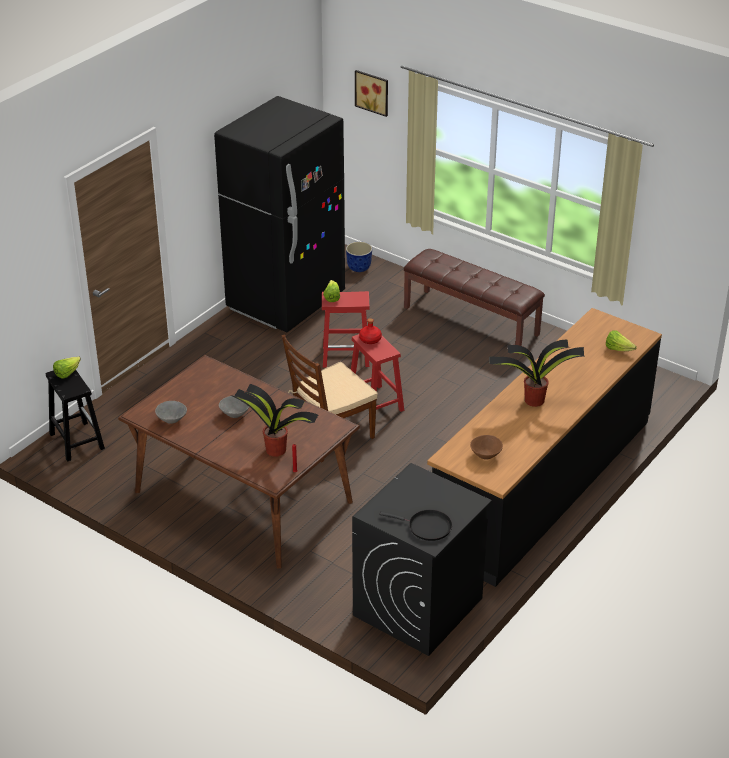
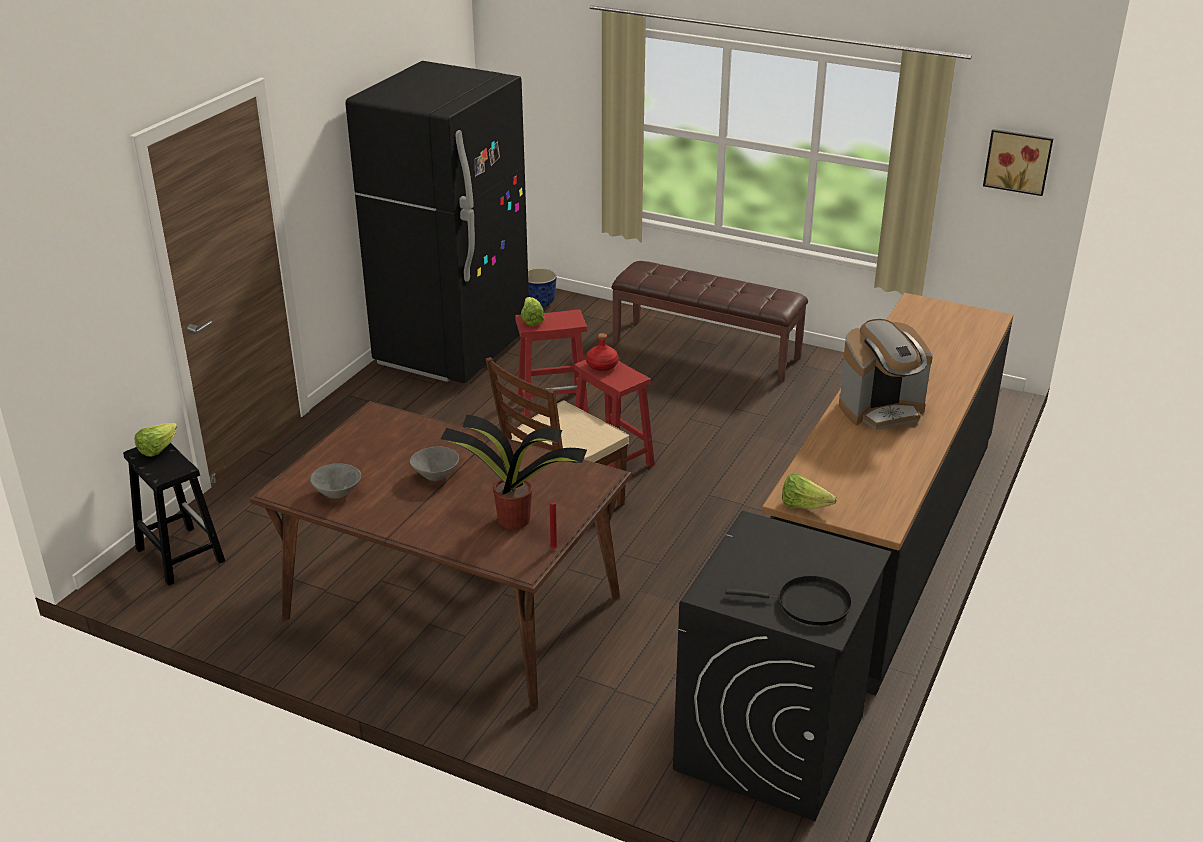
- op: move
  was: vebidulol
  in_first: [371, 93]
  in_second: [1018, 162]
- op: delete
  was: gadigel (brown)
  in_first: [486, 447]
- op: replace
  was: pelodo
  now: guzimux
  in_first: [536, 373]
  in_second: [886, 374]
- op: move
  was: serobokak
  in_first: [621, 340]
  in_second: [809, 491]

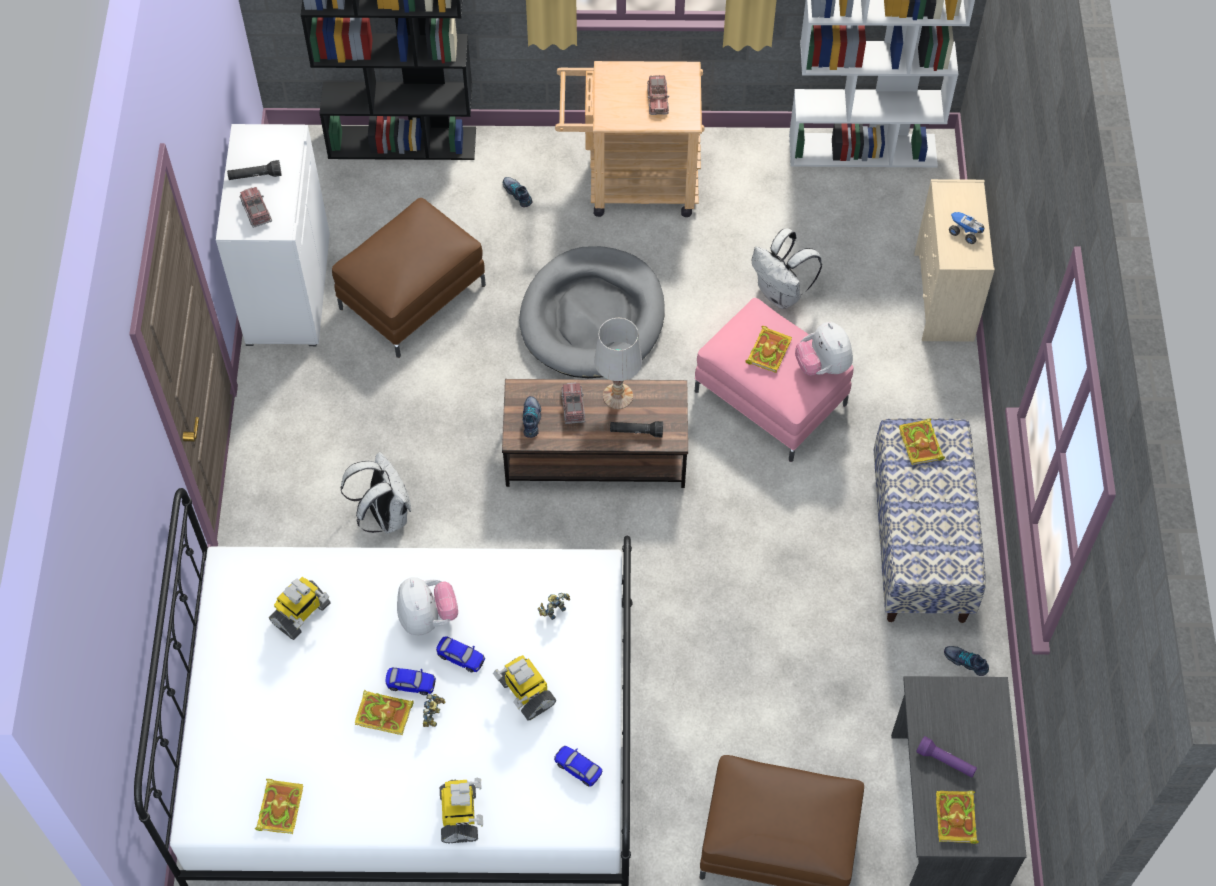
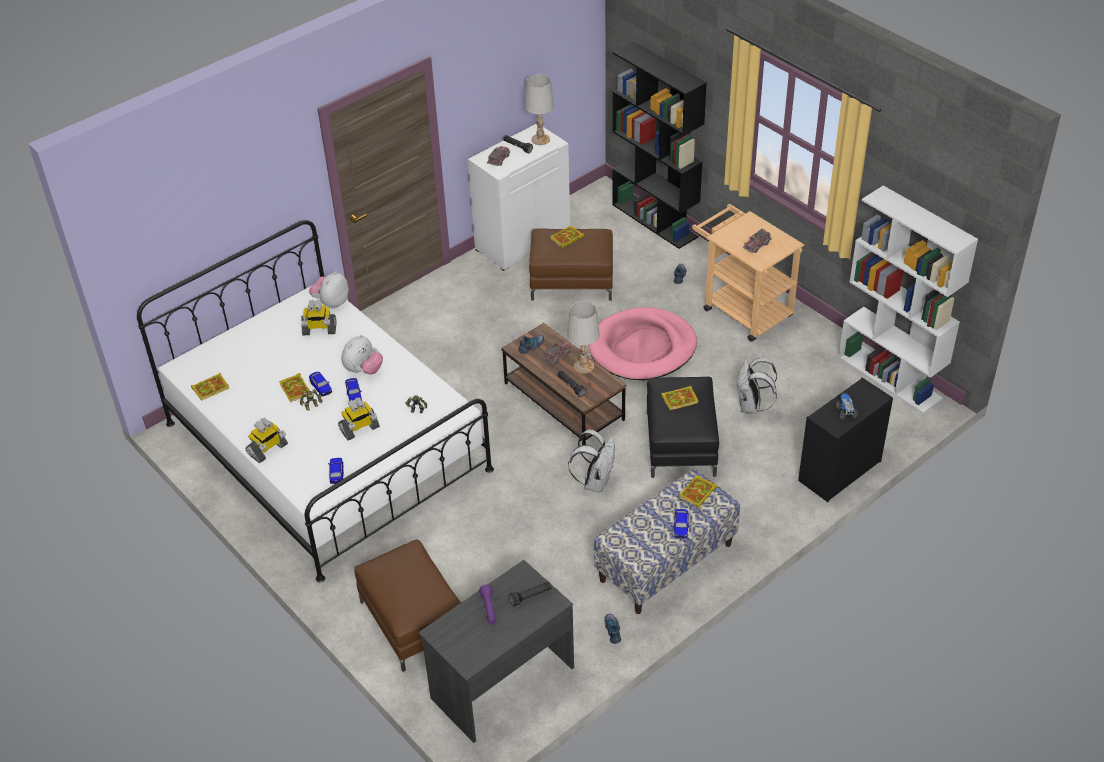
- op: move
  was: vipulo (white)
  in_first: [375, 493]
  in_second: [591, 460]
- op: rotate
  was: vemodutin
  in_first: [524, 687]
  in_second: [359, 419]
  clockwise: -135
- op: recolor
  was: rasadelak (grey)
  now: rasadelak (pink)
  in_first: [592, 312]
  in_second: [642, 343]
- op: recolor
  was: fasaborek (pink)
  now: fasaborek (black)
  in_first: [774, 380]
  in_second: [683, 427]
- op: move
  was: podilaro
  in_first: [824, 349]
  in_second: [329, 290]
- op: recolor
  was: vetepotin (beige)
  now: vetepotin (black)
  in_first: [954, 260]
  in_second: [845, 439]
- op: move
  was: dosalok
  in_first: [957, 817]
  in_second: [567, 236]
- op: insert
  now: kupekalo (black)
  in_second: [530, 594]
- op: insert
  now: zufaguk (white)
  in_second: [539, 109]
- op: insert
  now: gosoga
  in_second: [681, 524]

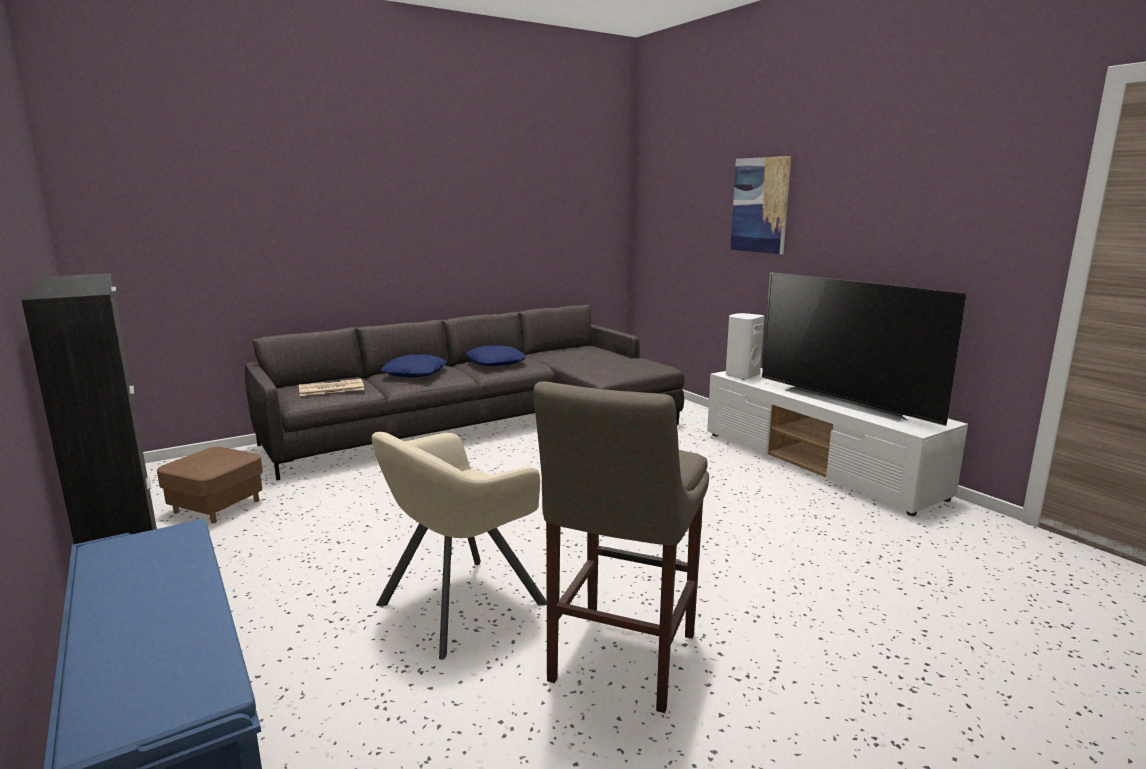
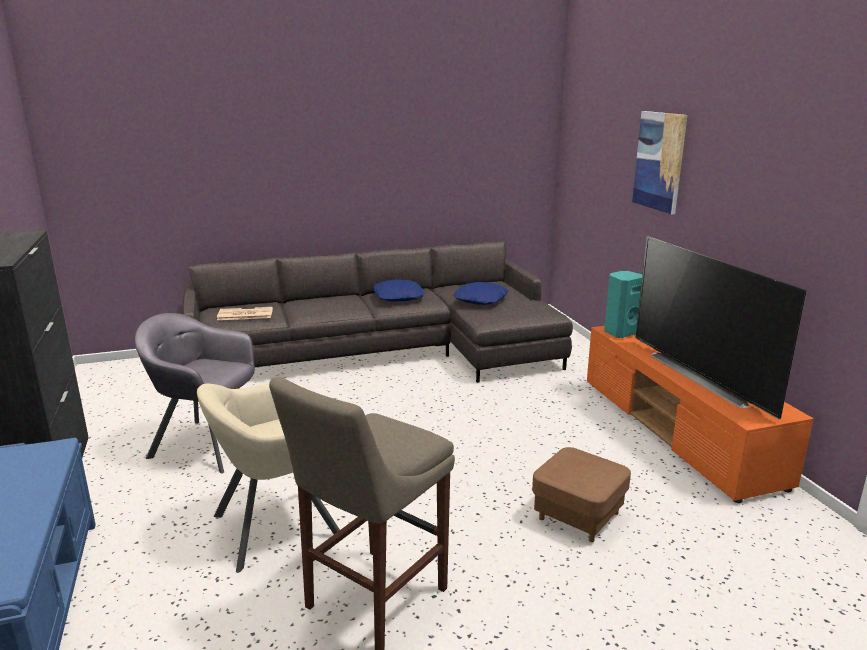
- op: move
  was: fasaborek (brown)
  in_first: [210, 485]
  in_second: [581, 494]
- op: move
  was: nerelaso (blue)
  in_first: [414, 365]
  in_second: [480, 293]
- op: recolor
  was: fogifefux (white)
  now: fogifefux (orange)
  in_first: [837, 442]
  in_second: [700, 414]
- op: recolor
  was: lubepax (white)
  now: lubepax (turquoise)
  in_first: [745, 346]
  in_second: [623, 304]
- op: insert
  now: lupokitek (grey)
  in_second: [195, 393]

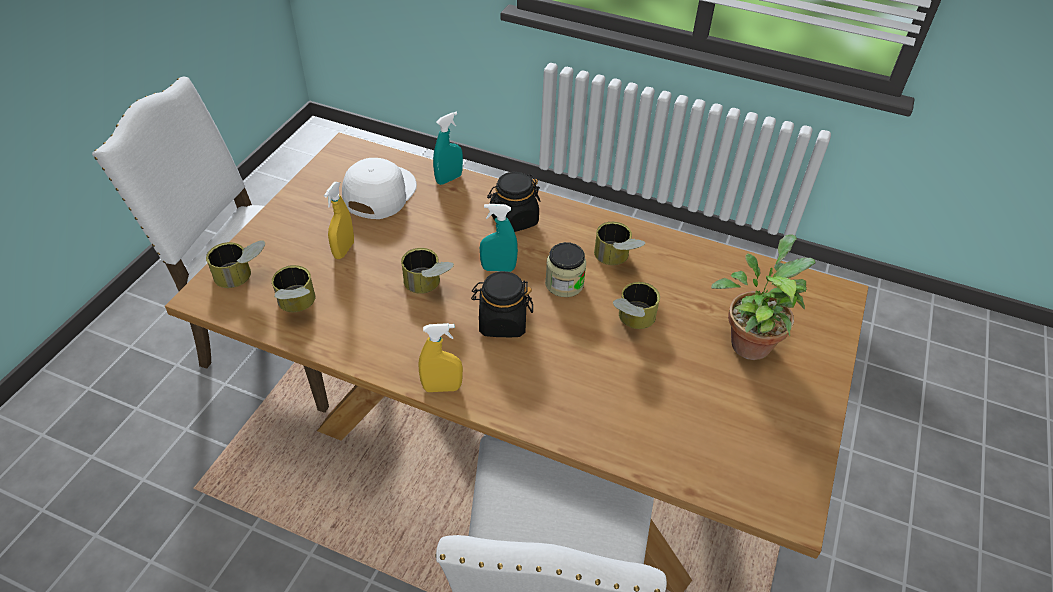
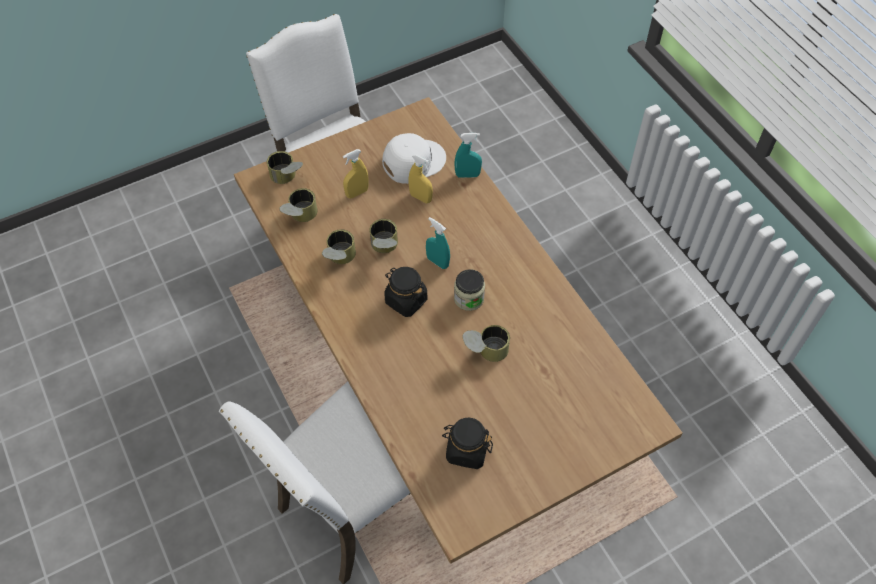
- op: move
  was: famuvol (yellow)
  in_first: [440, 357]
  in_second: [420, 178]
- op: move
  was: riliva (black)
  in_first: [513, 202]
  in_second: [467, 443]
- op: move
  was: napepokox
  in_first: [620, 243]
  in_second: [339, 246]
- op: delete
  was: pelodo
  in_first: [763, 297]

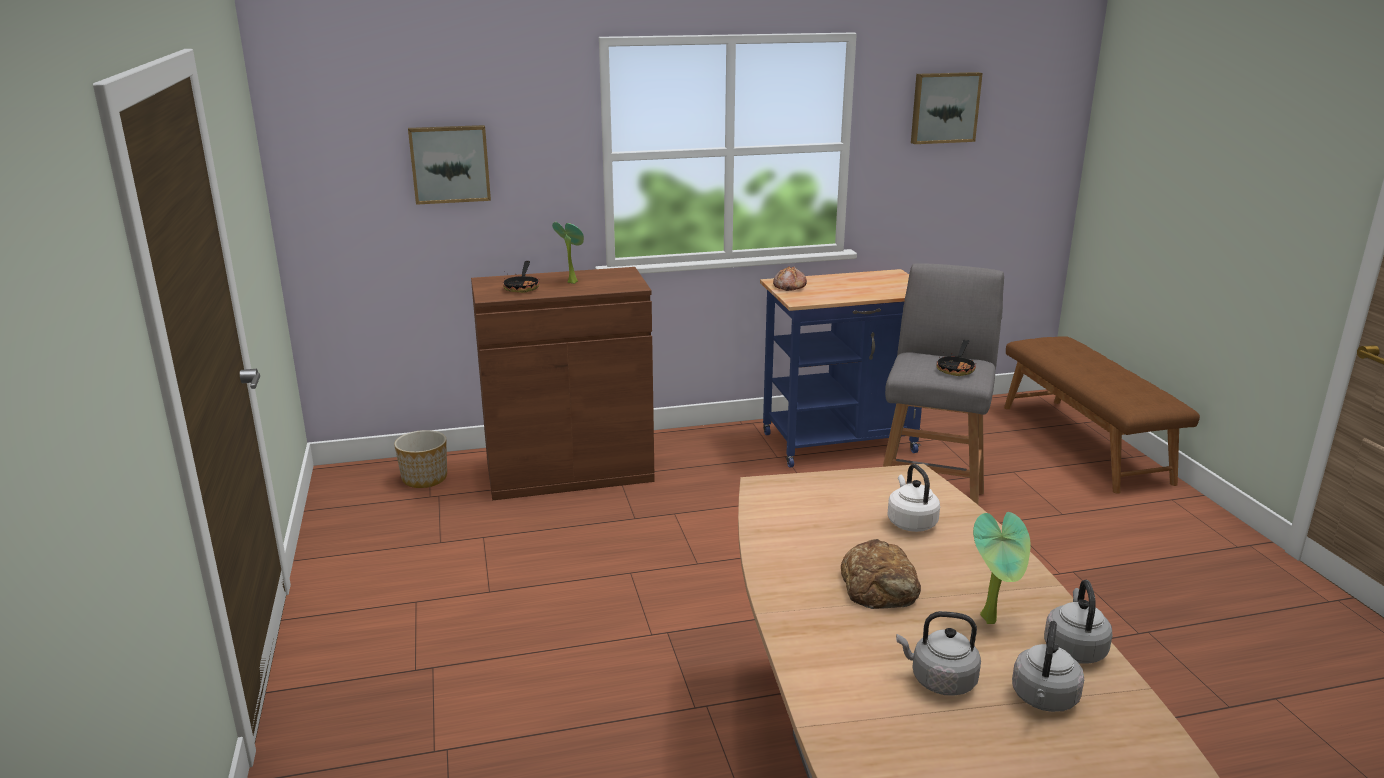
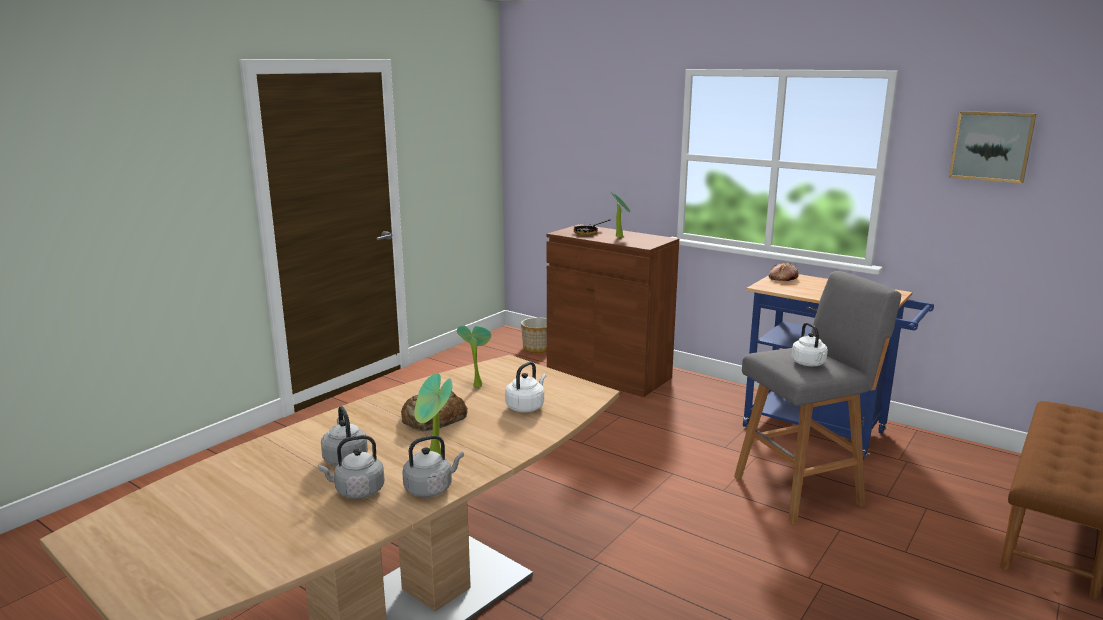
- op: delete
  was: vebidulol
  in_first: [449, 165]
- op: replace
  was: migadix
  now: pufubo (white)
  in_first: [956, 358]
  in_second: [809, 344]
- op: insert
  now: pelodo
  in_second: [474, 356]

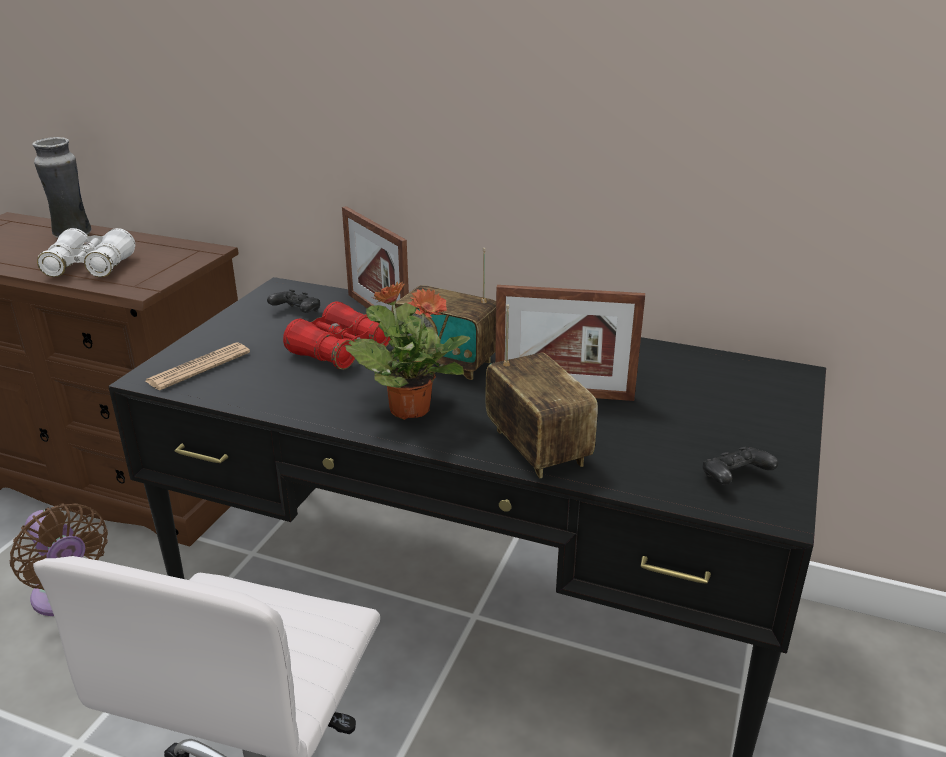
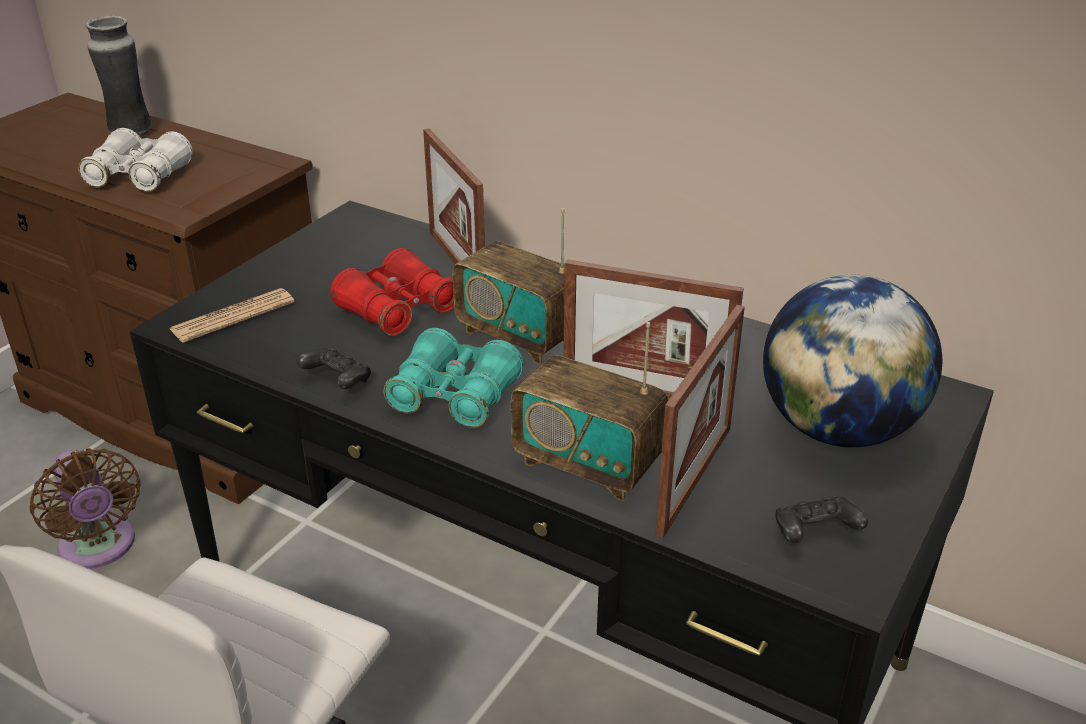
- op: move
  was: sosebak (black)
  in_first: [293, 301]
  in_second: [334, 368]
- op: replace
  was: pelodo
  now: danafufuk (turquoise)
  in_first: [407, 351]
  in_second: [453, 378]
- op: rotate
  was: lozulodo
  in_first: [542, 391]
  in_second: [590, 411]
  clockwise: 135
- op: insert
  now: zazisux
  in_second: [700, 421]
- op: insert
  now: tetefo
  in_second: [852, 361]

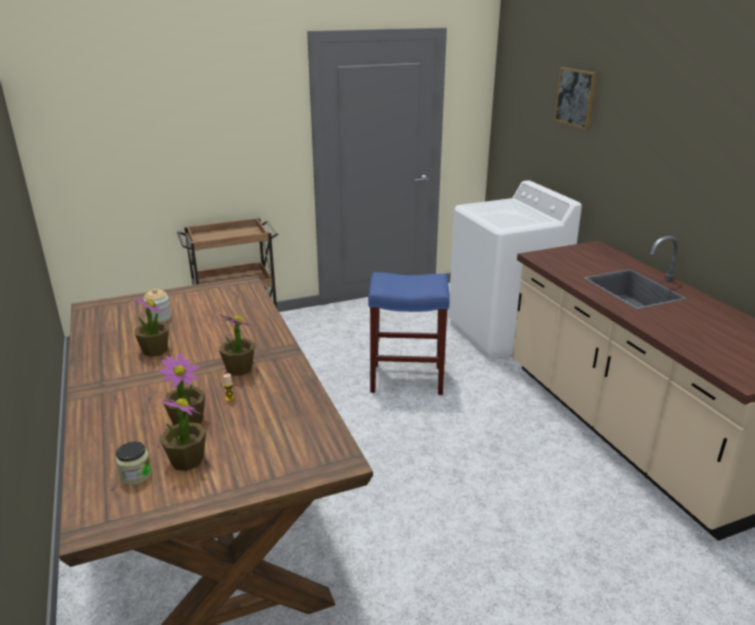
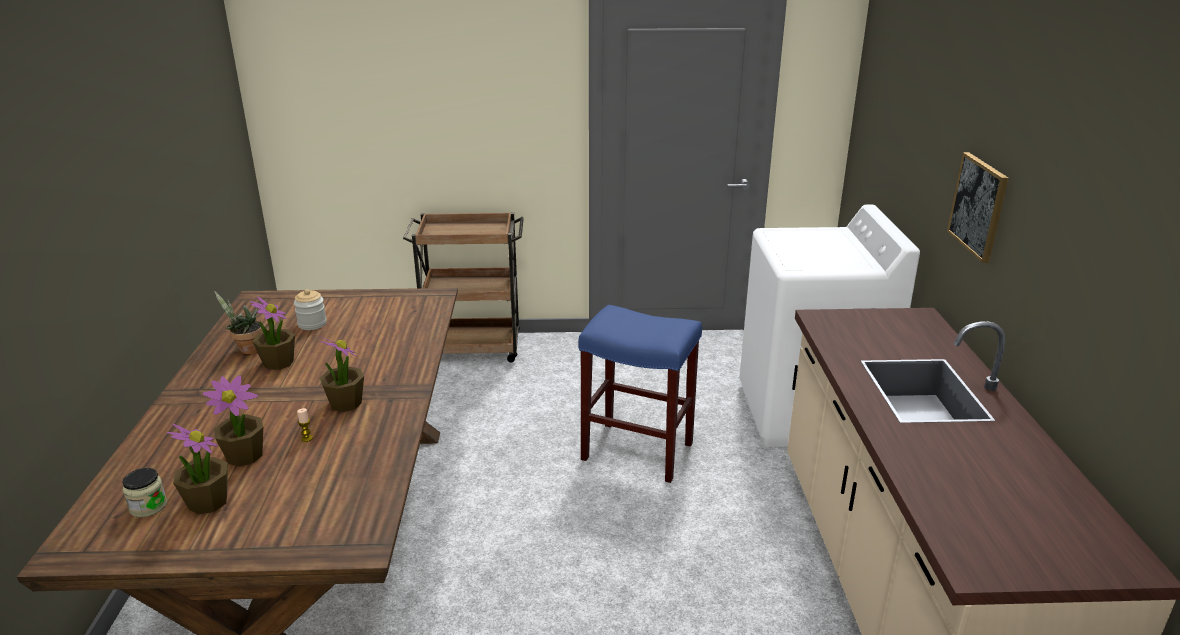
- op: move
  was: vebidulol
  in_first: [575, 98]
  in_second: [978, 207]
- op: insert
  now: pelodo
  in_second: [238, 322]

